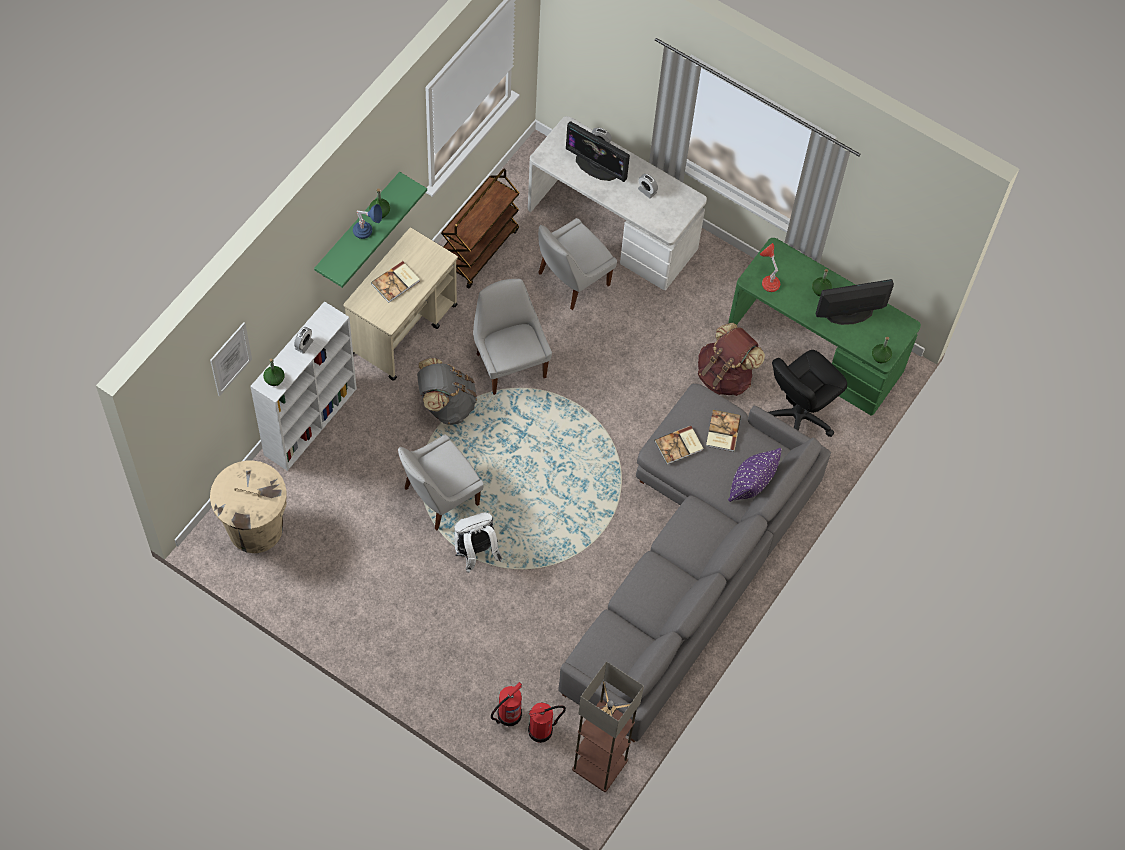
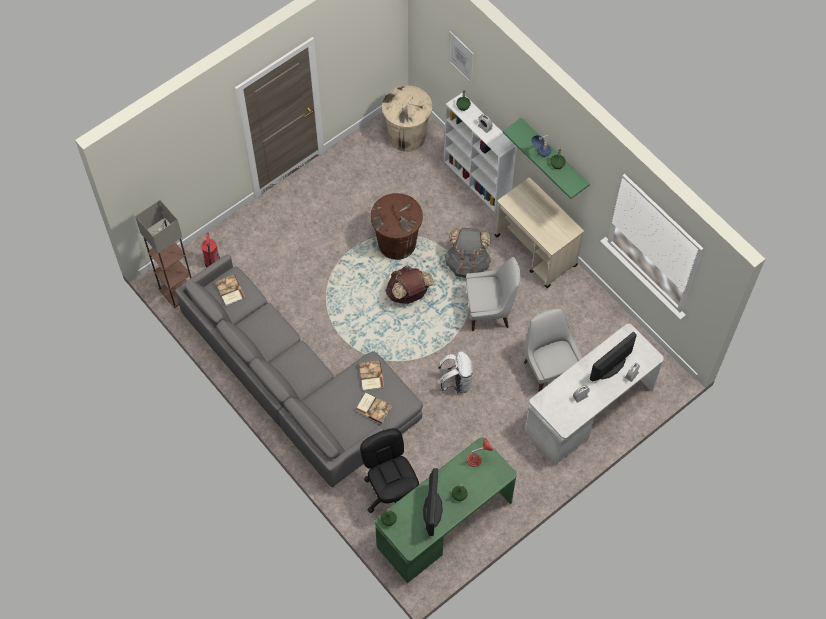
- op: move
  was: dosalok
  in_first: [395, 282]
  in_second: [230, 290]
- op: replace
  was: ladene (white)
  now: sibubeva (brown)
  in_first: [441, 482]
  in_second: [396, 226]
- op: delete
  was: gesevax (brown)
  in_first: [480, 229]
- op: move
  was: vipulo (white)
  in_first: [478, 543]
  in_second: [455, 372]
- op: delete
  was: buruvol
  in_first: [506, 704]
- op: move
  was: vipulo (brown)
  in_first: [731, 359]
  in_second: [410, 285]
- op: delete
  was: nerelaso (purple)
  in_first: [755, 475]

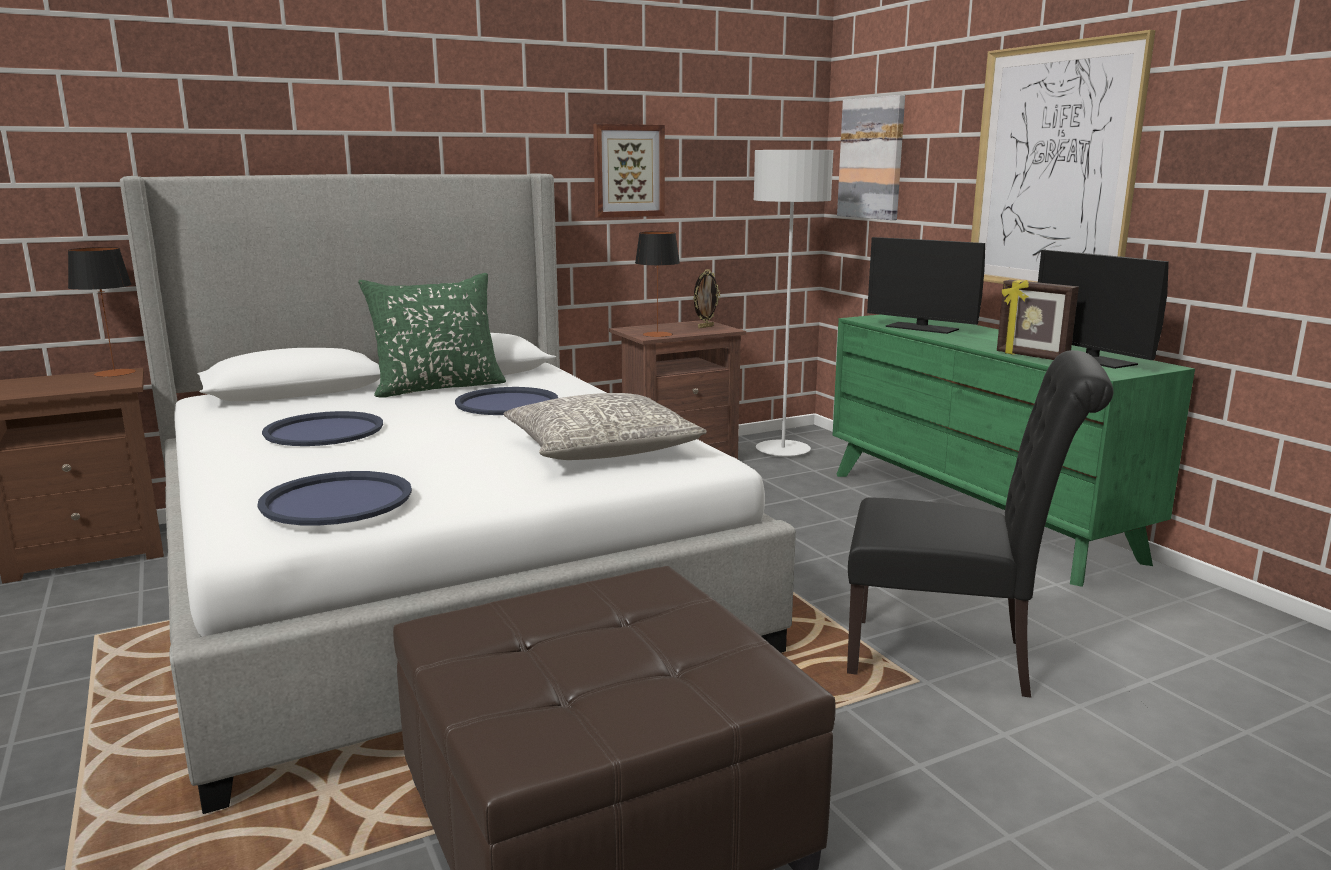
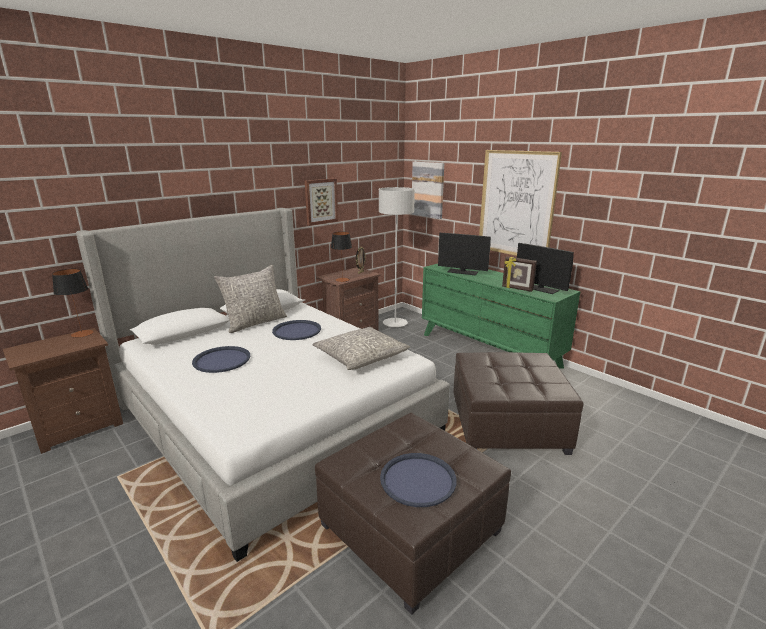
- op: move
  was: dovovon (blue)
  in_first: [334, 498]
  in_second: [418, 480]
- op: recolor
  was: nerelaso (green)
  now: nerelaso (grey)
  in_first: [432, 335]
  in_second: [250, 299]
- op: replace
  was: ladene (black)
  now: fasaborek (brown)
  in_first: [980, 524]
  in_second: [518, 403]

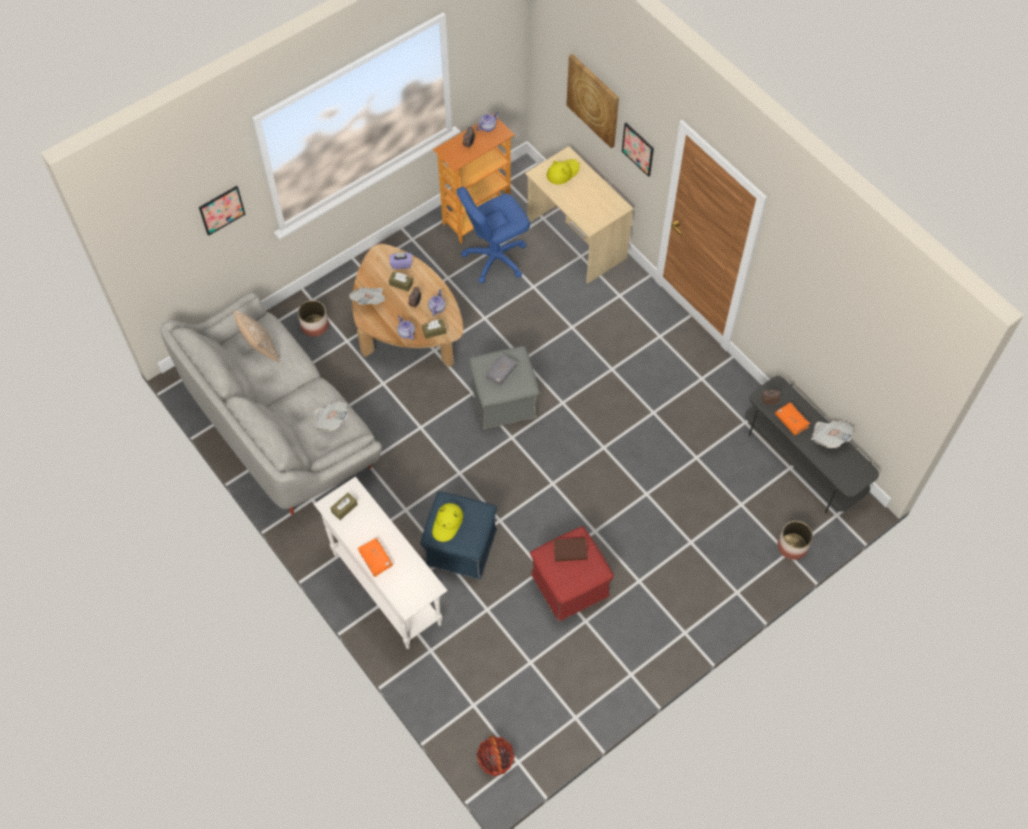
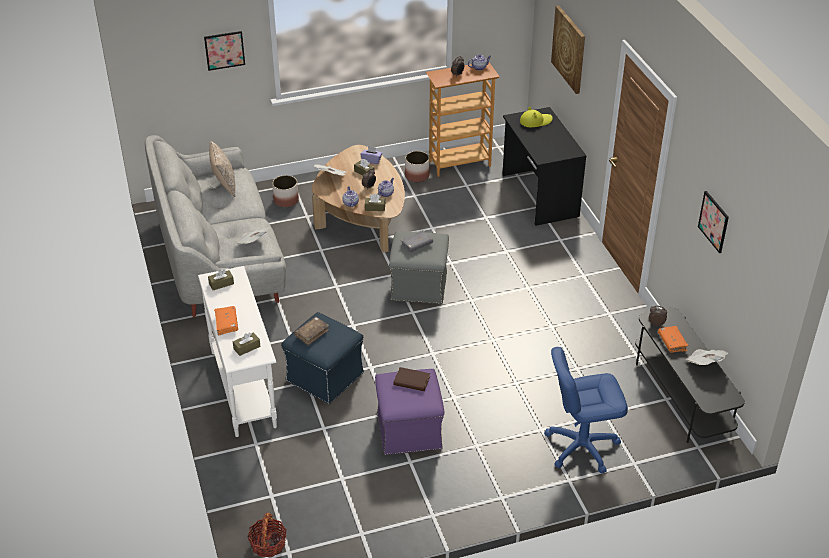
- op: replace
  was: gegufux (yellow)
  now: dosalok (brown)
  in_first: [447, 522]
  in_second: [311, 331]
- op: move
  was: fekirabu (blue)
  in_first: [493, 235]
  in_second: [586, 410]
- op: recolor
  was: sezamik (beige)
  now: sezamik (black)
  in_first: [579, 214]
  in_second: [544, 166]
- op: recolor
  was: fasaborek (red)
  now: fasaborek (purple)
  in_first: [572, 574]
  in_second: [410, 412]
- op: move
  was: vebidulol
  in_first: [638, 150]
  in_second: [713, 222]
- op: move
  was: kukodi
  in_first: [795, 540]
  in_second: [417, 166]
- op: insert
  now: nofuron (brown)
  in_second: [246, 344]

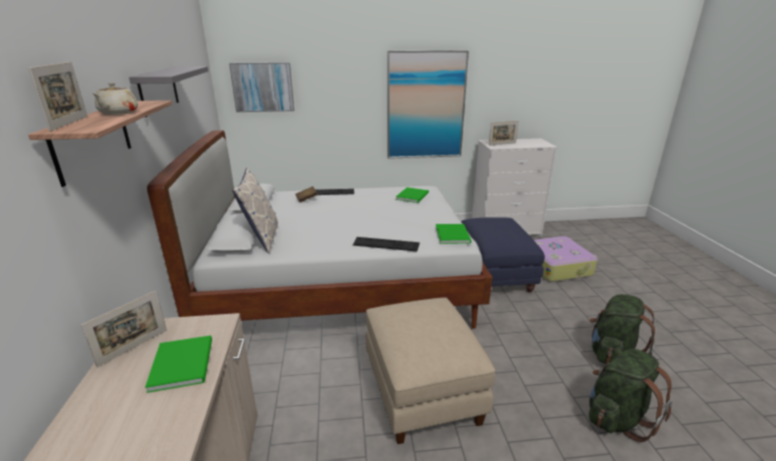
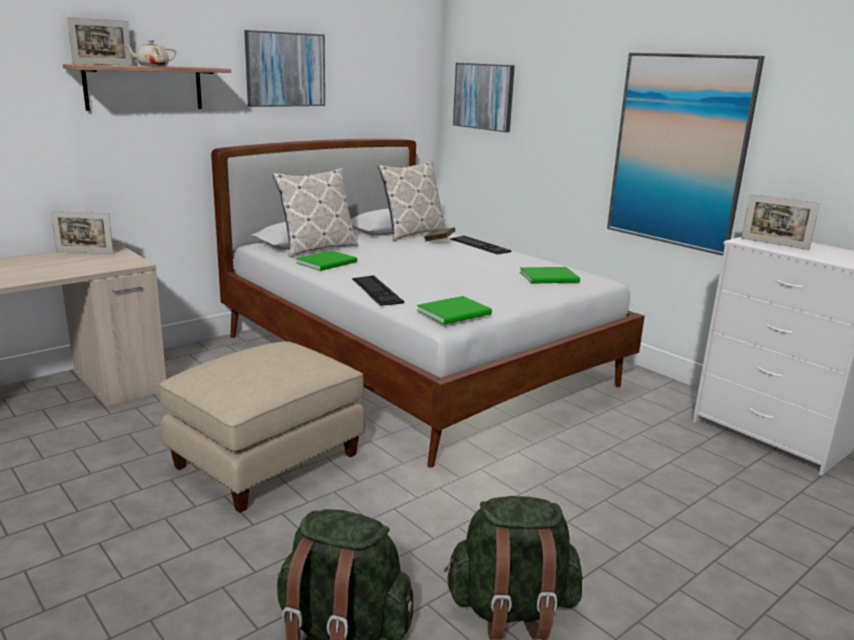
- op: replace
  was: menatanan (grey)
  now: vebidulol
  in_first: [168, 91]
  in_second: [284, 68]
- op: move
  was: dosalok (green)
  in_first: [178, 364]
  in_second: [326, 260]
- op: delete
  was: fasaborek (blue)
  in_first: [503, 255]
- op: delete
  was: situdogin
  in_first: [566, 259]
- op: insert
  now: nerelaso
  in_second: [412, 200]

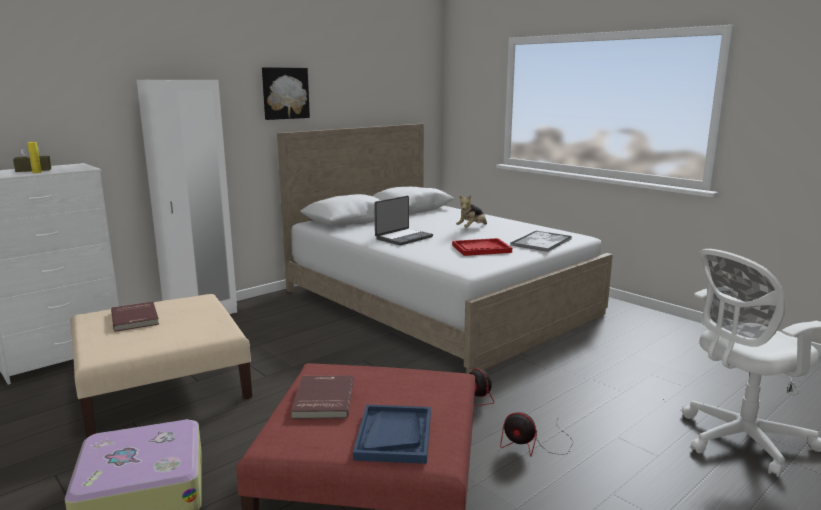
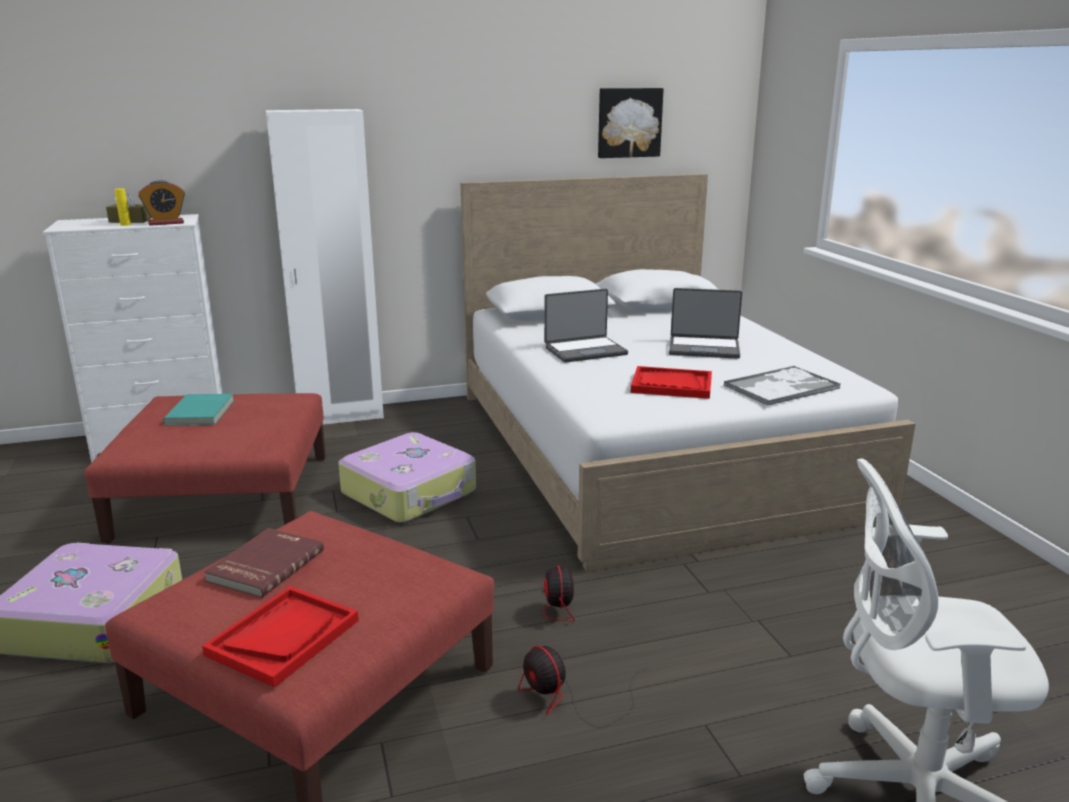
- op: recolor
  was: fasaborek (beige)
  now: fasaborek (red)
  in_first: [161, 365]
  in_second: [205, 468]
- op: recolor
  was: dosalok (red)
  now: dosalok (turquoise)
  in_first: [135, 316]
  in_second: [198, 409]
- op: move
  was: vebidulol
  in_first: [286, 93]
  in_second: [631, 123]
- op: recolor
  was: dovovon (blue)
  now: dovovon (red)
  in_first: [392, 434]
  in_second: [280, 636]
- op: replace
  was: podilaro
  now: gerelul
  in_first: [471, 211]
  in_second: [705, 323]
- op: insert
  now: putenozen
  in_second: [161, 203]
- op: insert
  now: situdogin
  in_second: [407, 477]

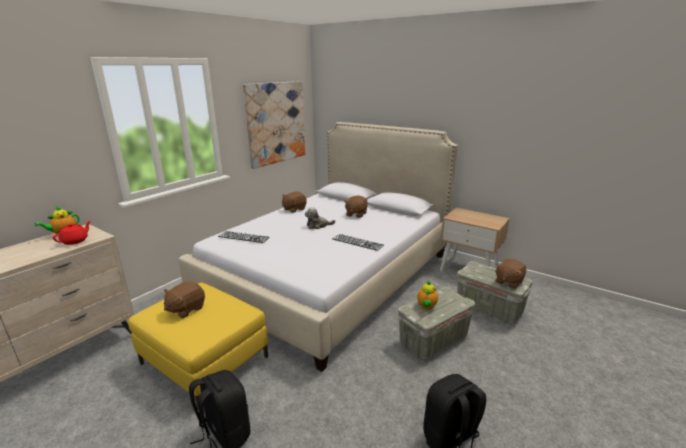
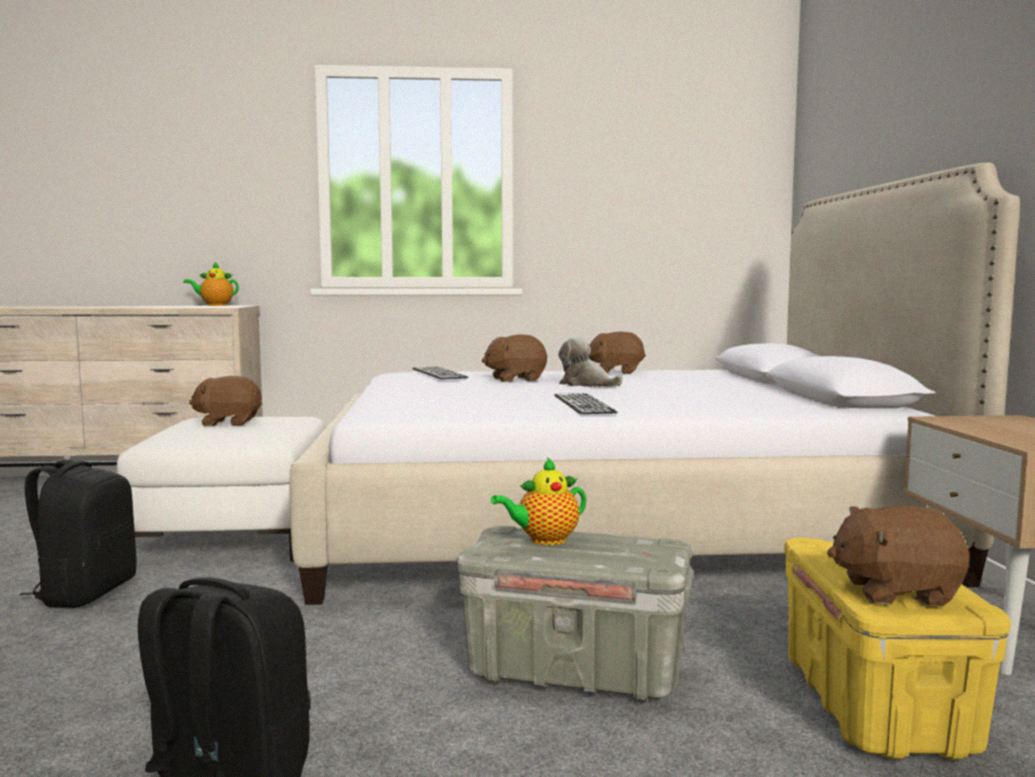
- op: delete
  was: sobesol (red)
  in_first: [72, 233]
- op: recolor
  was: fasaborek (yellow)
  now: fasaborek (white)
  in_first: [198, 346]
  in_second: [221, 489]
- op: delete
  was: vebidulol
  in_first: [274, 125]
- op: move
  was: podilaro (brown)
  in_first: [356, 206]
  in_second: [514, 358]
- op: recolor
  was: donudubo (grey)
  now: donudubo (yellow)
  in_first: [495, 292]
  in_second: [897, 648]

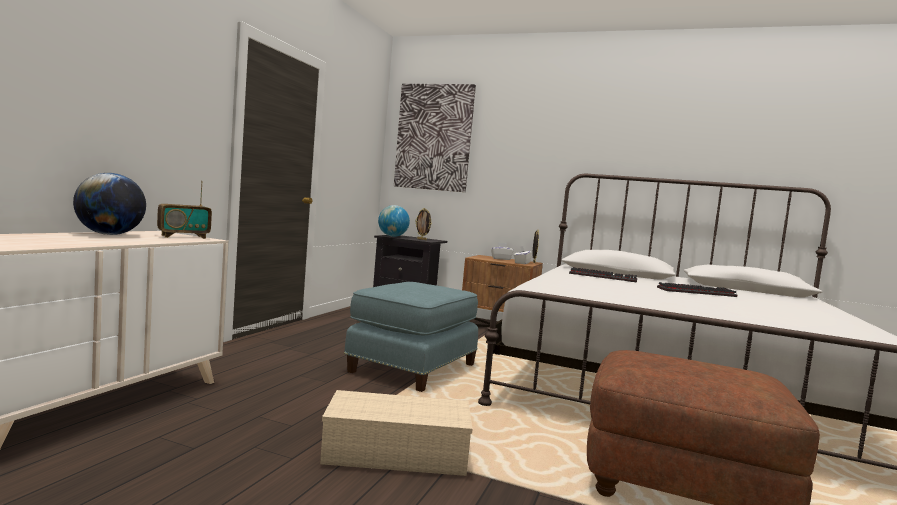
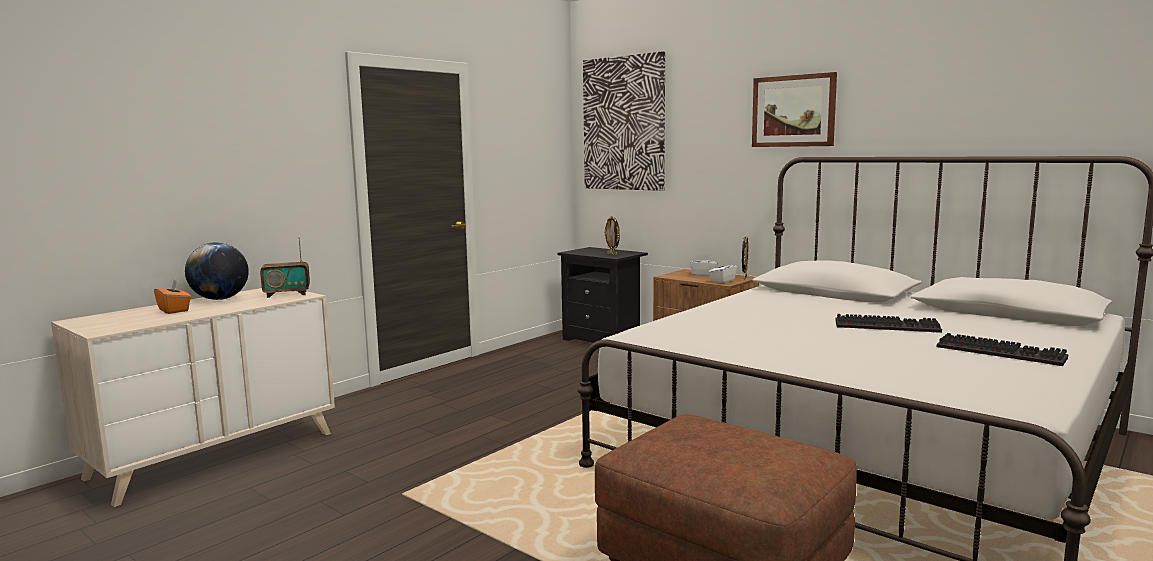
- op: delete
  was: donudubo (beige)
  in_first: [396, 433]
- op: delete
  was: fasaborek (blue)
  in_first: [411, 337]
- op: delete
  was: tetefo
  in_first: [394, 221]
- op: move
  was: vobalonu
  in_first: [603, 275]
  in_second: [1002, 349]
- op: insert
  now: nofuron (orange)
  in_second: [172, 297]
- op: insert
  now: vebidulol
  in_second: [794, 109]

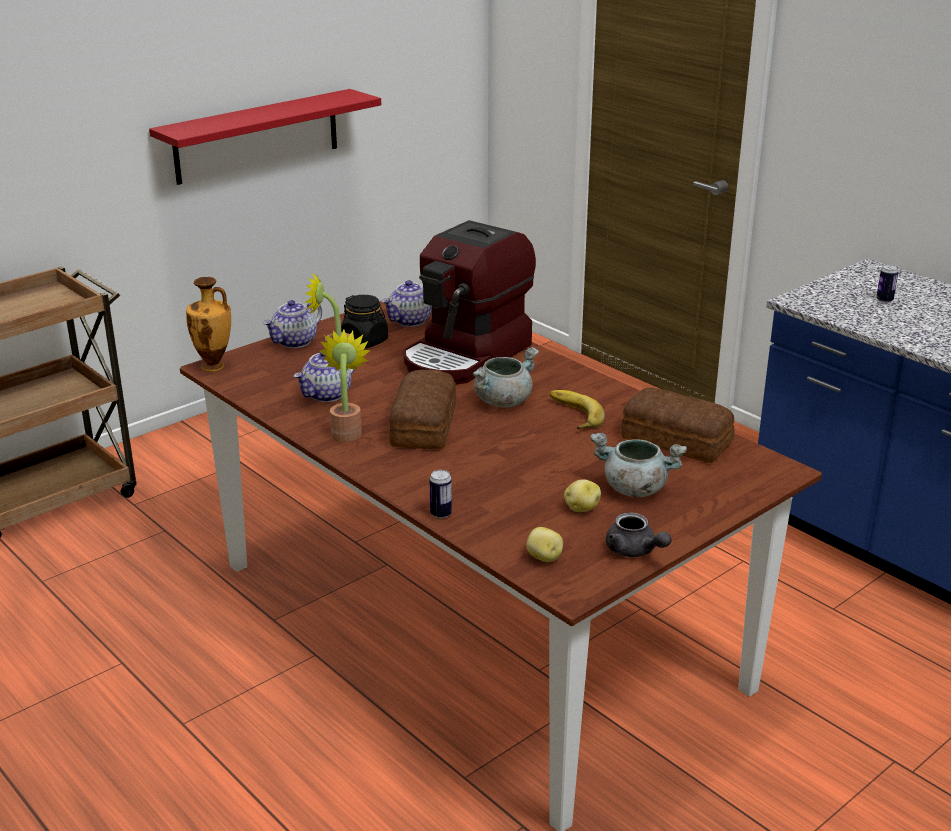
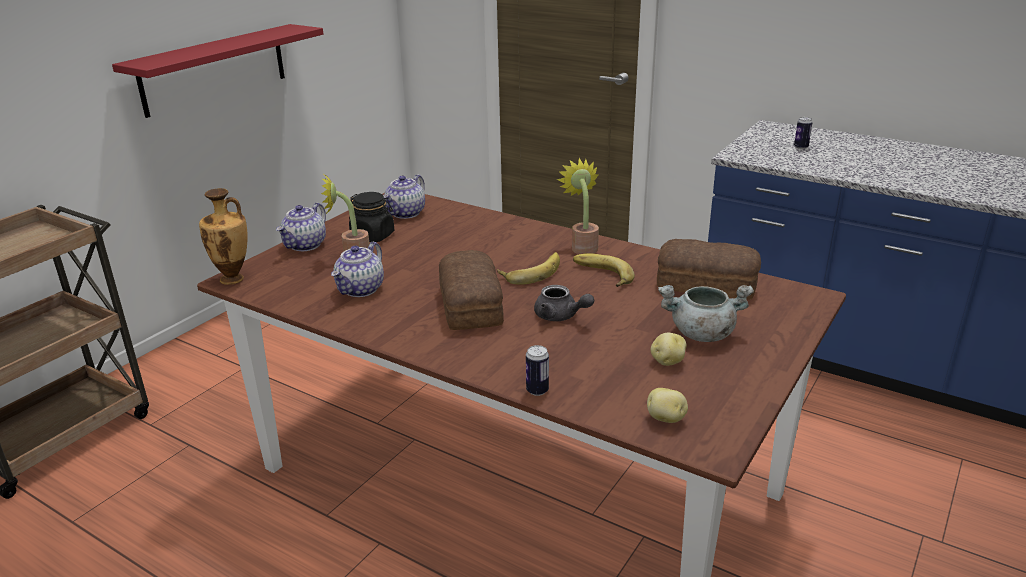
- op: move
  was: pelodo
  in_first: [345, 386]
  in_second: [578, 206]
- op: delete
  was: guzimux
  in_first: [469, 302]
- op: replace
  was: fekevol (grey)
  now: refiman
  in_first: [505, 377]
  in_second: [528, 268]
- op: move
  was: sobesol (grey)
  in_first: [639, 535]
  in_second: [564, 303]

